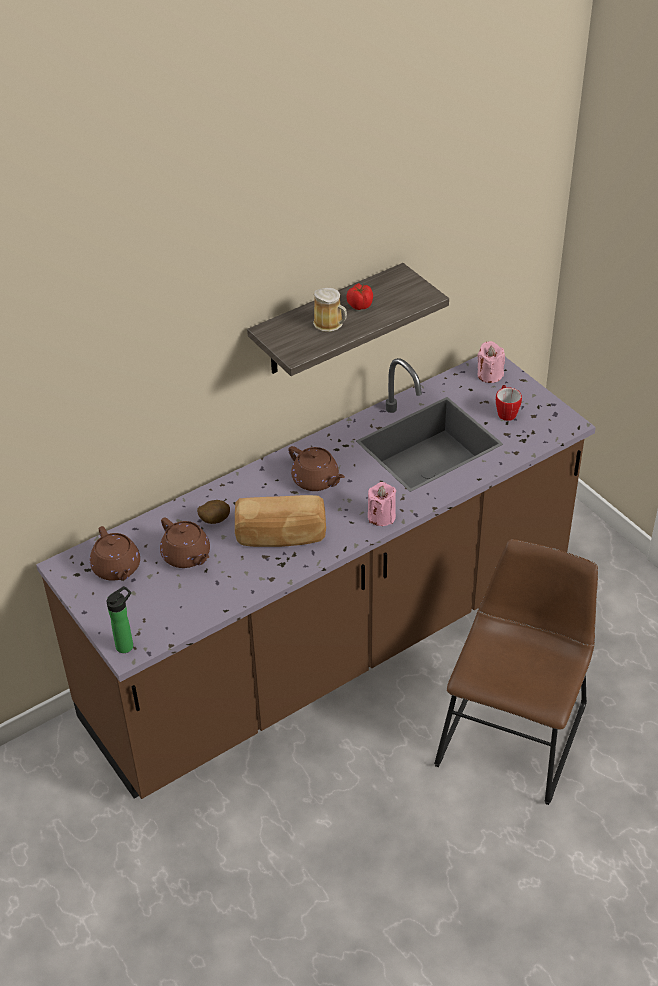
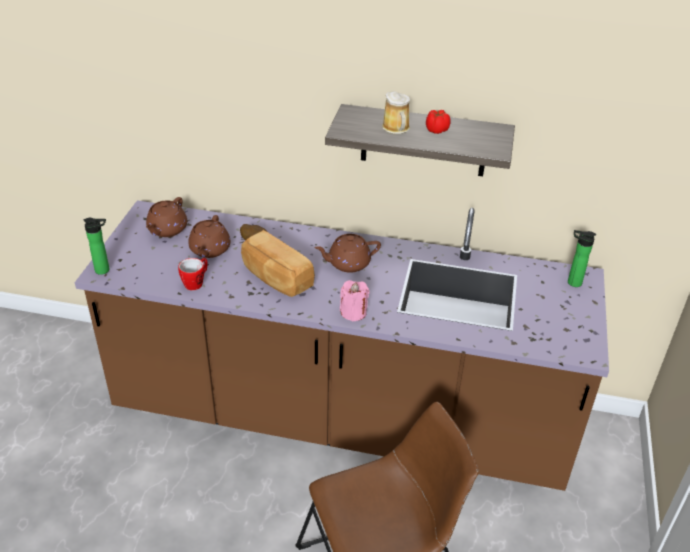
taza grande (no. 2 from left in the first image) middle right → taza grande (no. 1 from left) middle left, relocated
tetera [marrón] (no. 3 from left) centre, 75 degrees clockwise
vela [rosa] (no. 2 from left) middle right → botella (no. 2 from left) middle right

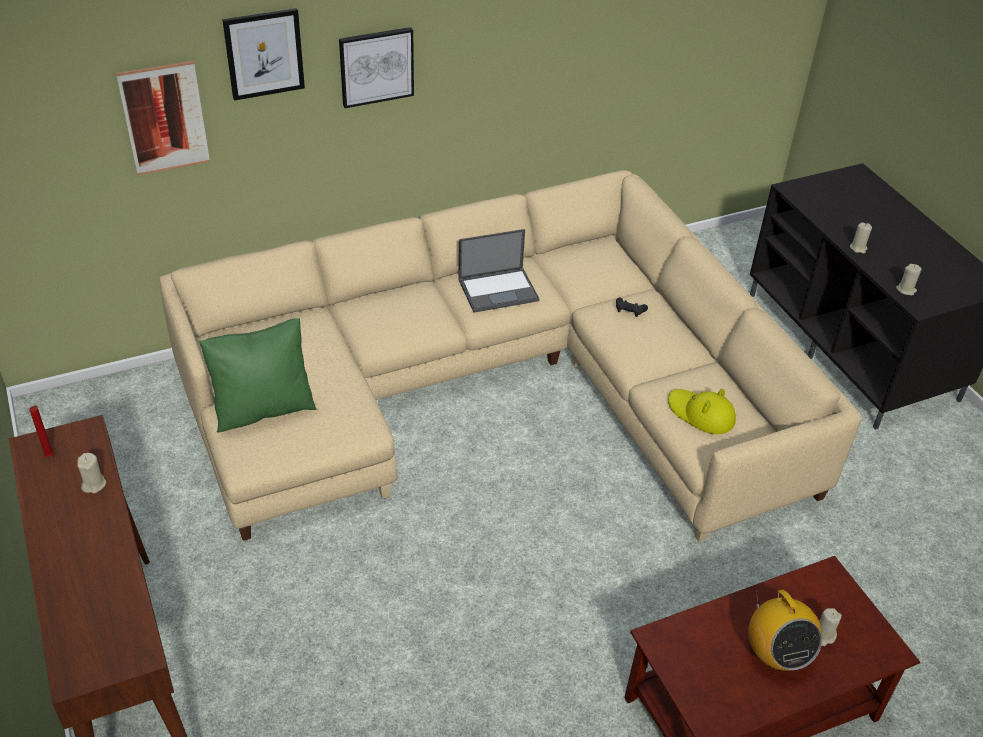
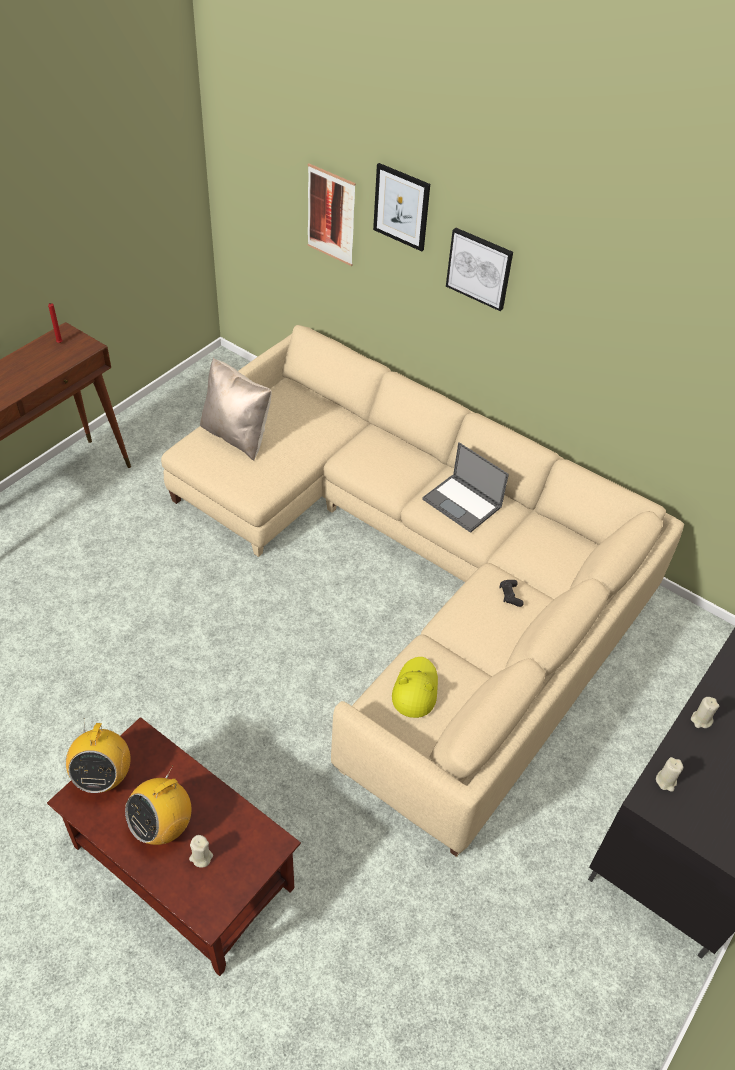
- → radio (no. 1 from left) bottom left
cojín [verde] middle left → cojín [beis] middle left
vela [beis] (no. 1 from left) middle left → -

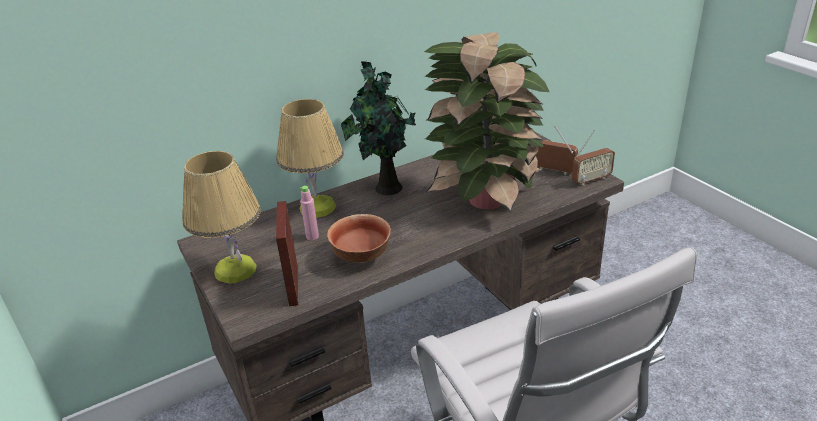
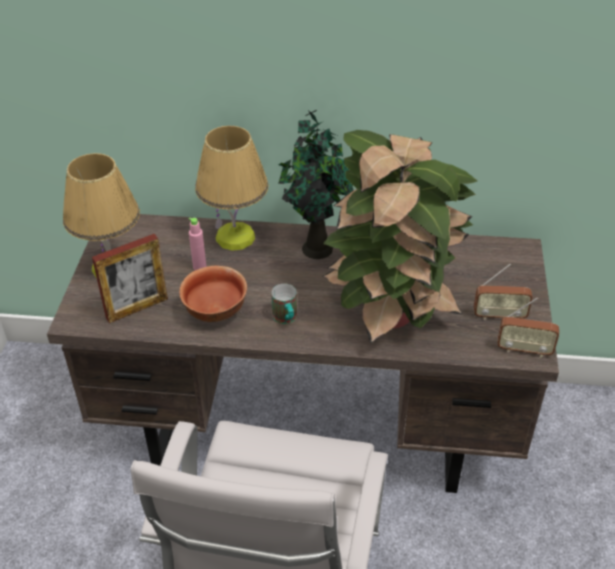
portarretratos centre → portarretratos middle left, 150 degrees counterclockwise
- → taza grande centre
radio (no. 1 from left) middle right, 120 degrees clockwise

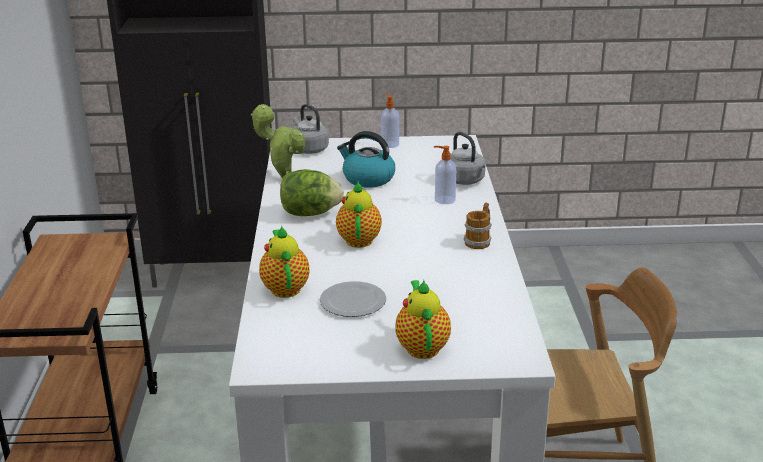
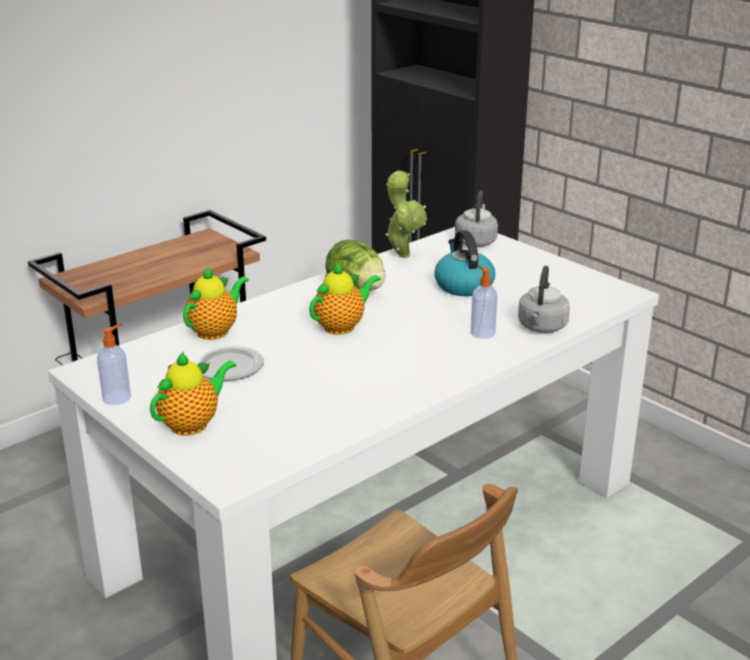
dispensador de jabón (no. 1 from left) top centre → dispensador de jabón (no. 1 from left) middle left, relocated
taza grande centre → -

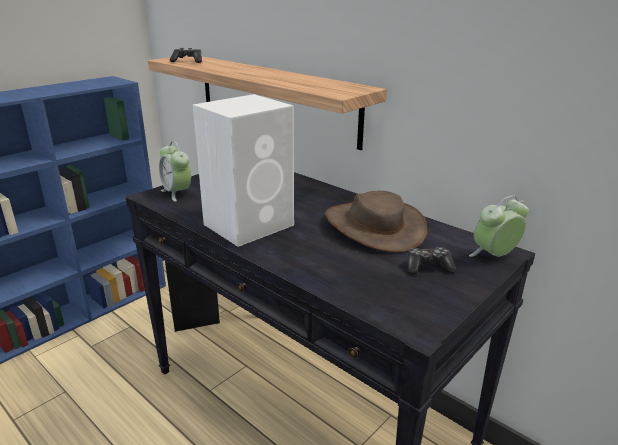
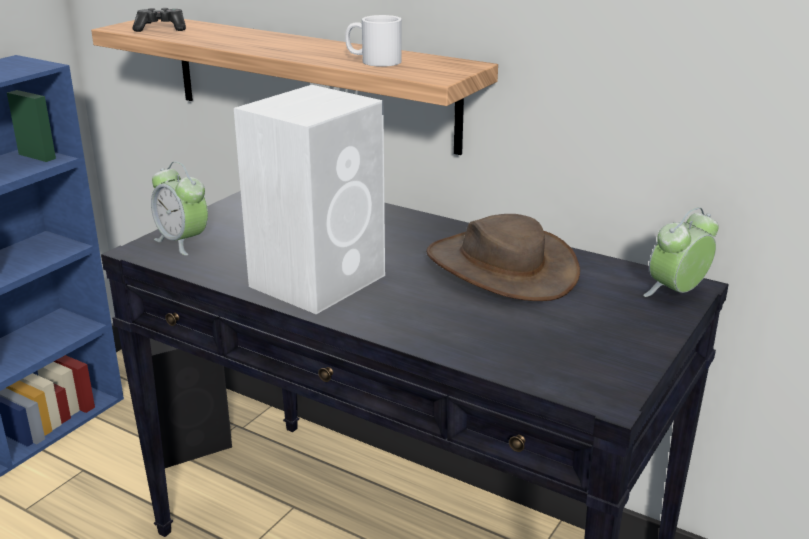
- → taza grande [blanco] top centre
mando de consola (no. 2 from left) middle right → -

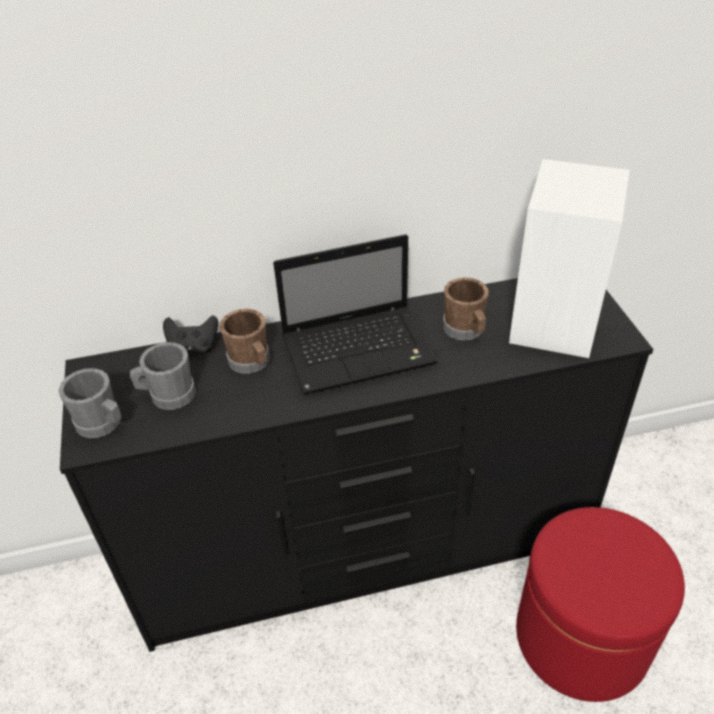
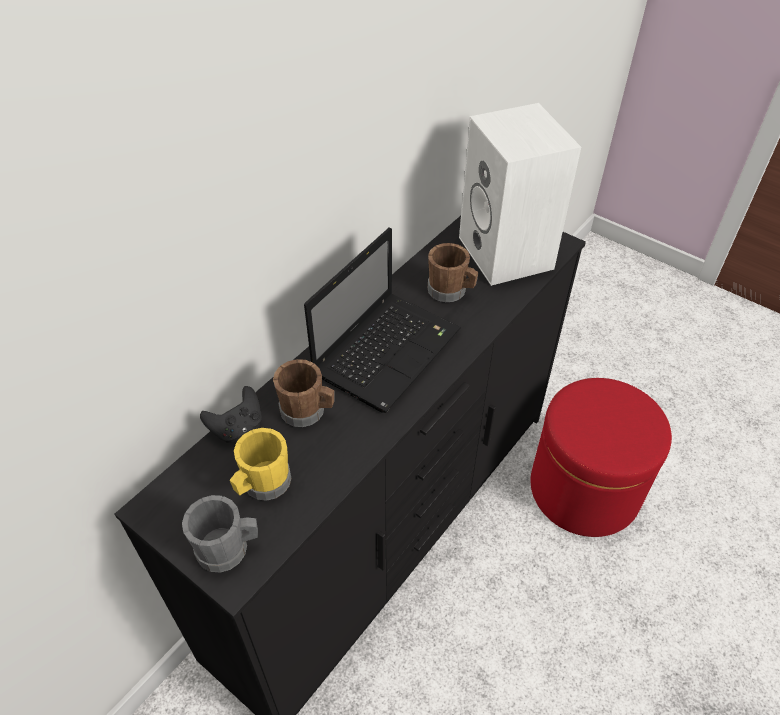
taza grande [gris] (no. 2 from left) middle left → taza grande [amarillo] centre

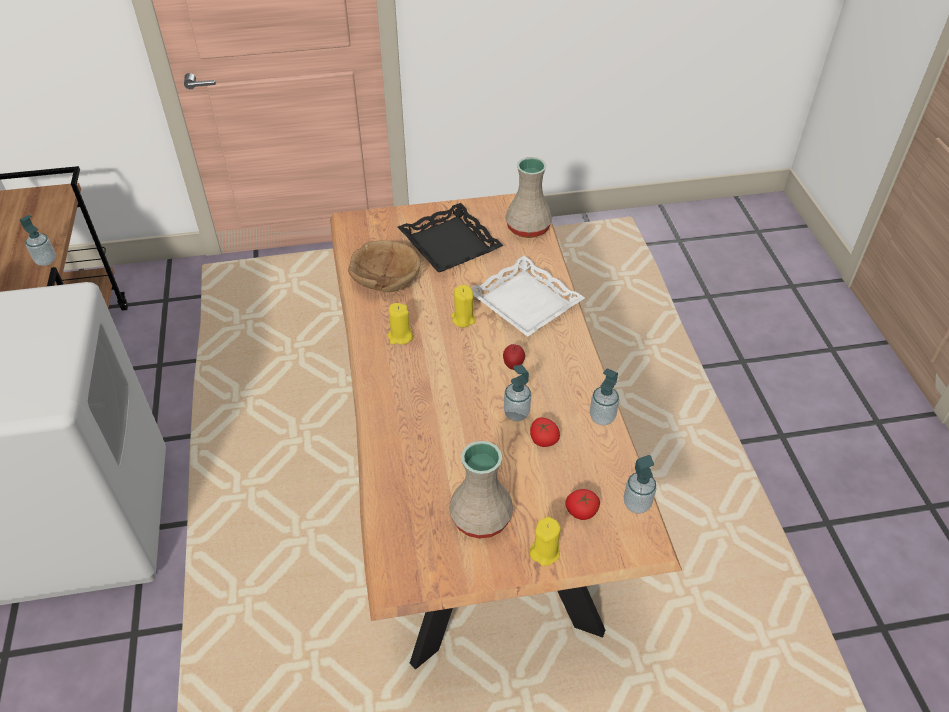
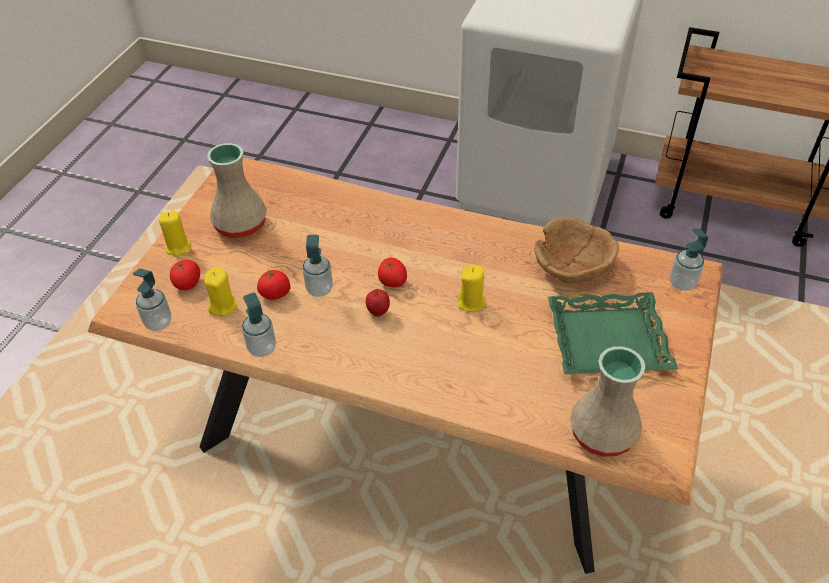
vela [amarillo] (no. 1 from left in the first image) centre → vela [amarillo] (no. 2 from left) middle left, relocated
- → tomate (no. 3 from left) centre
bandeja [negro] top centre → bandeja [verde] middle right
dispensador de jabón (no. 1 from left in the first image) middle left → dispensador de jabón (no. 4 from left) middle right, relocated
bandeja [blanco] centre → -

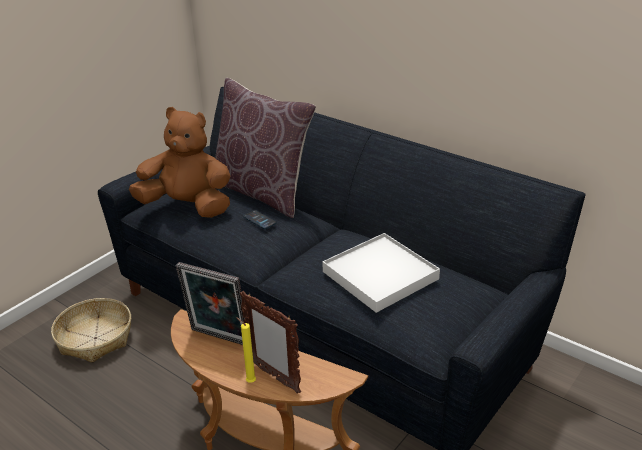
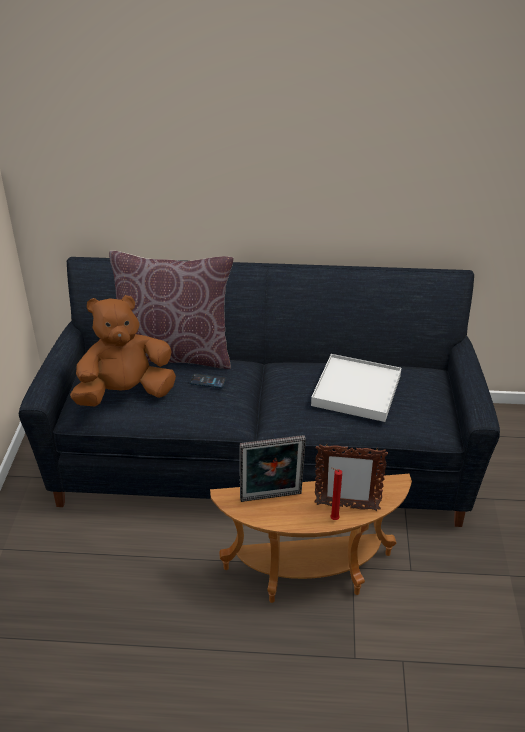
vela [amarillo] bottom centre → vela [rojo] bottom centre
cesta bottom left → -

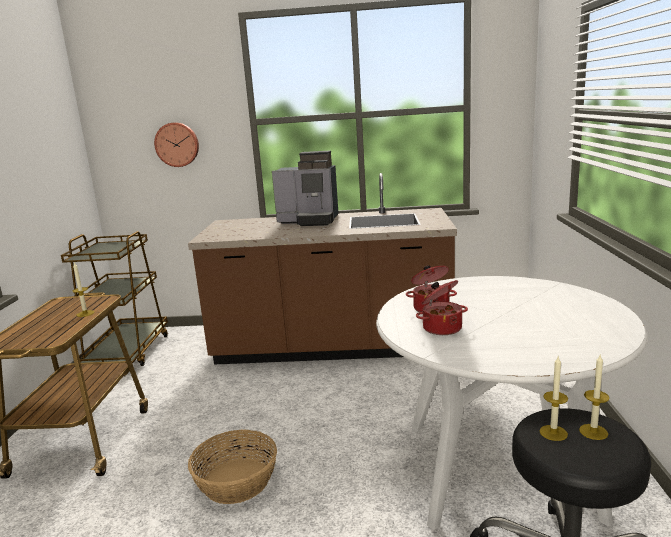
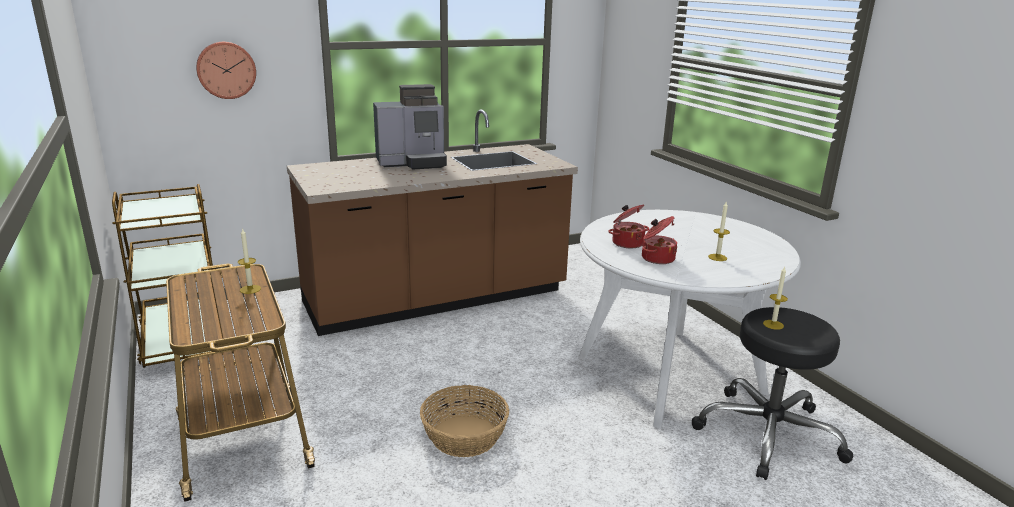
vela (no. 3 from left in the first image) bottom right → vela (no. 2 from left) middle right, relocated

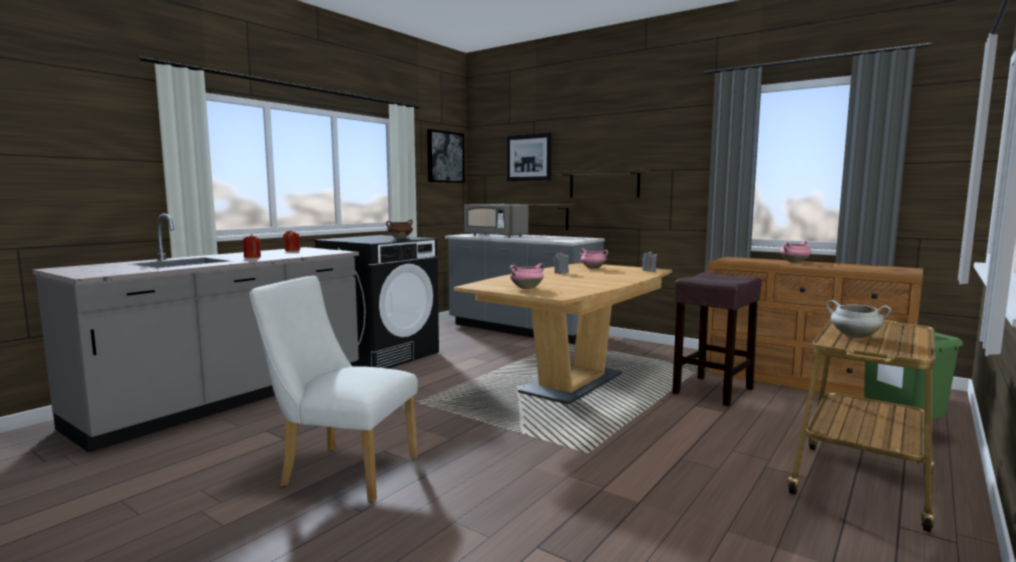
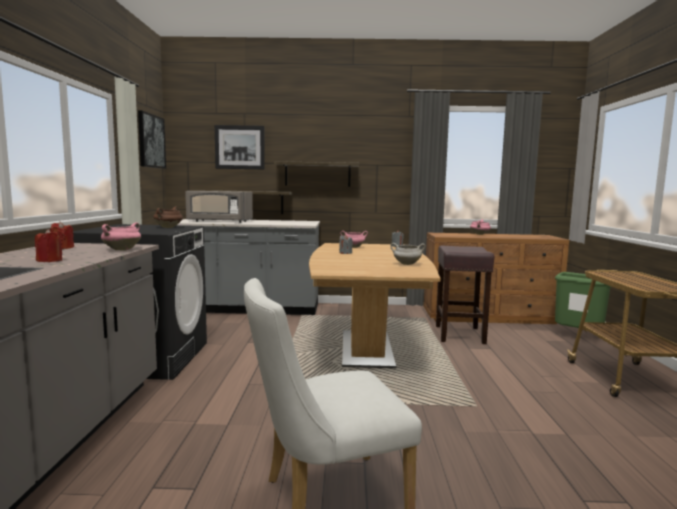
olla [rosa] (no. 1 from left) centre → olla [rosa] (no. 1 from left) middle left, relocated
olla [blanco] middle right → olla [blanco] centre, relocated

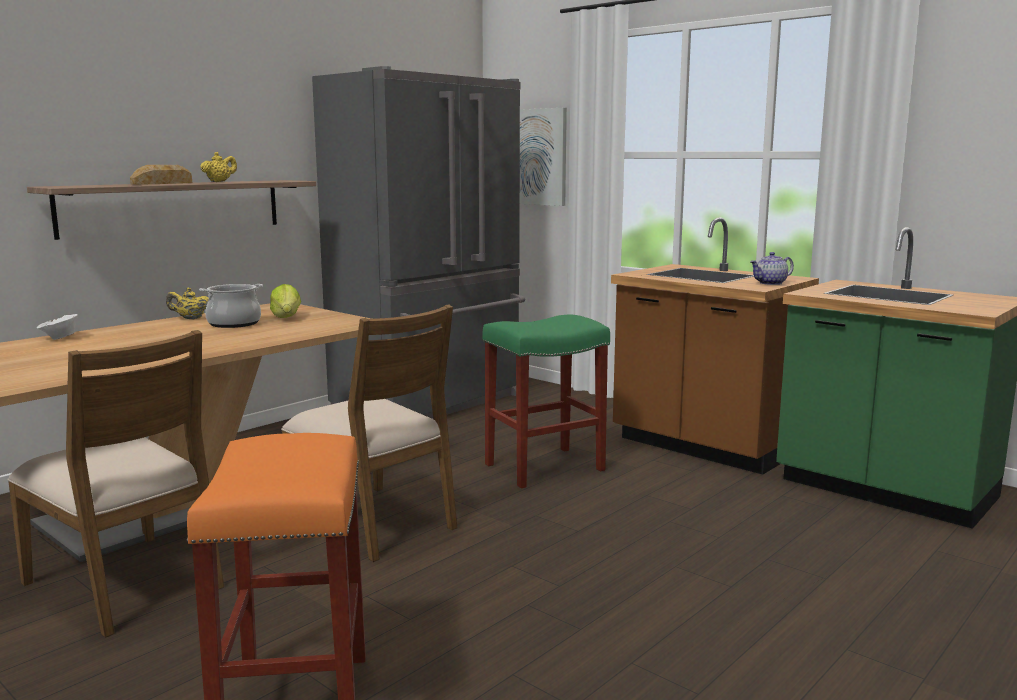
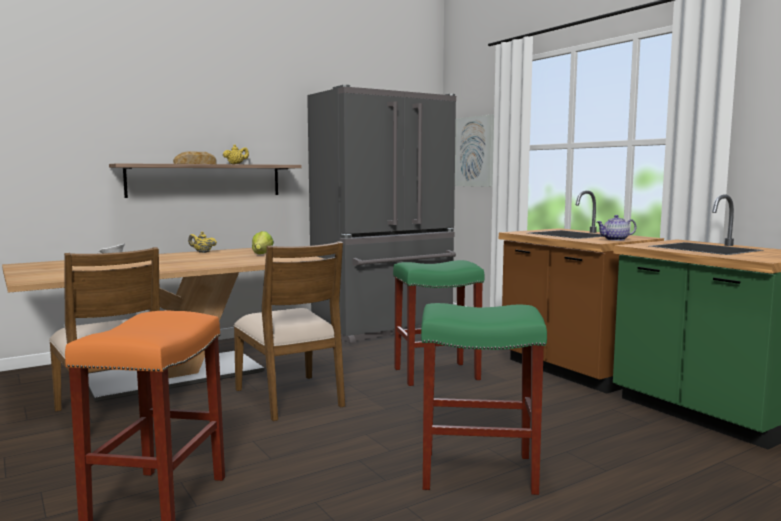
- → taburete [verde] (no. 2 from left) bottom centre
olla middle left → -

